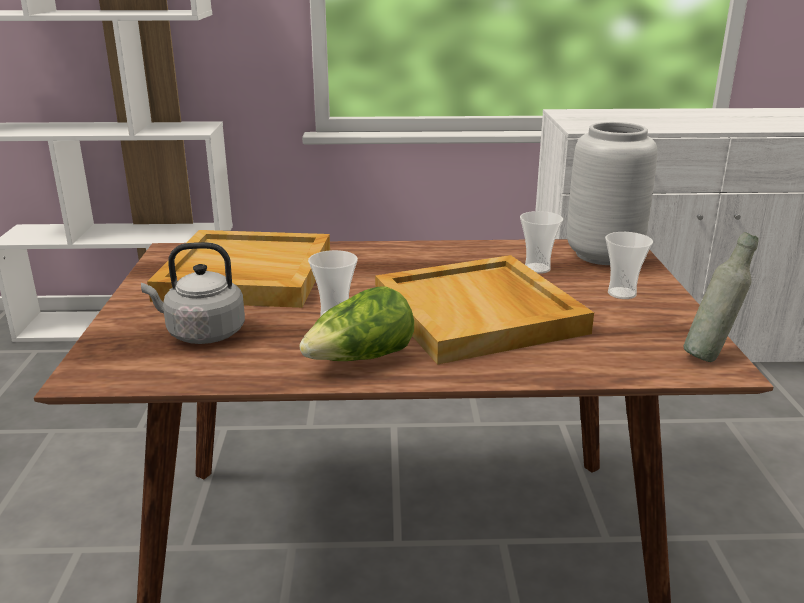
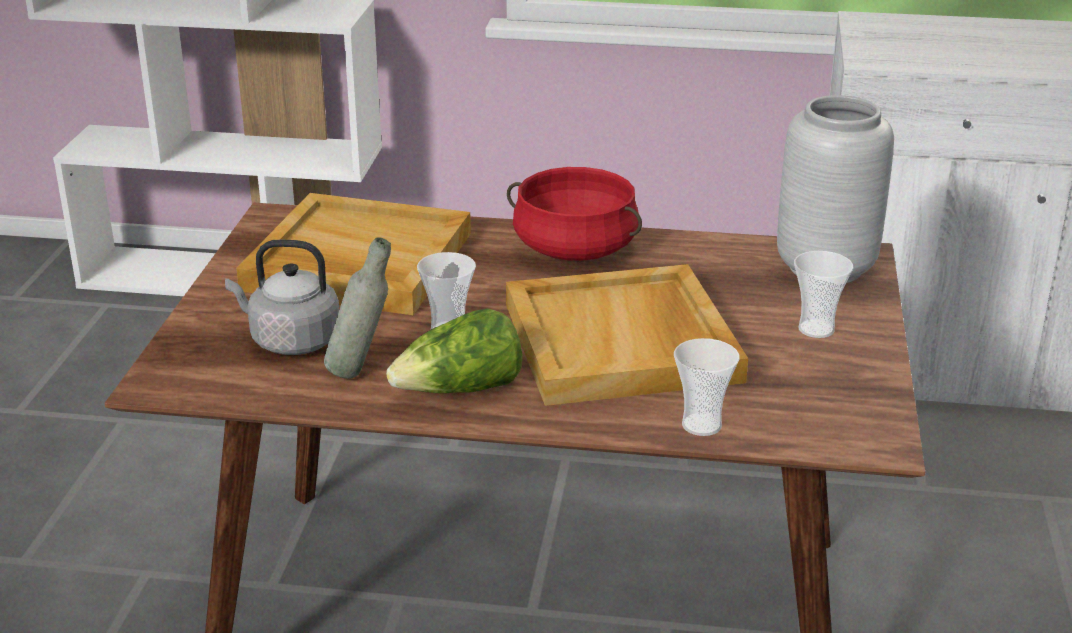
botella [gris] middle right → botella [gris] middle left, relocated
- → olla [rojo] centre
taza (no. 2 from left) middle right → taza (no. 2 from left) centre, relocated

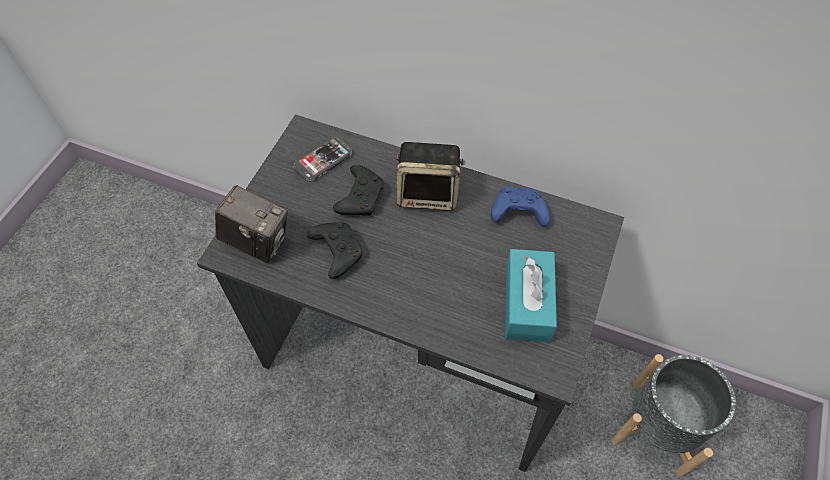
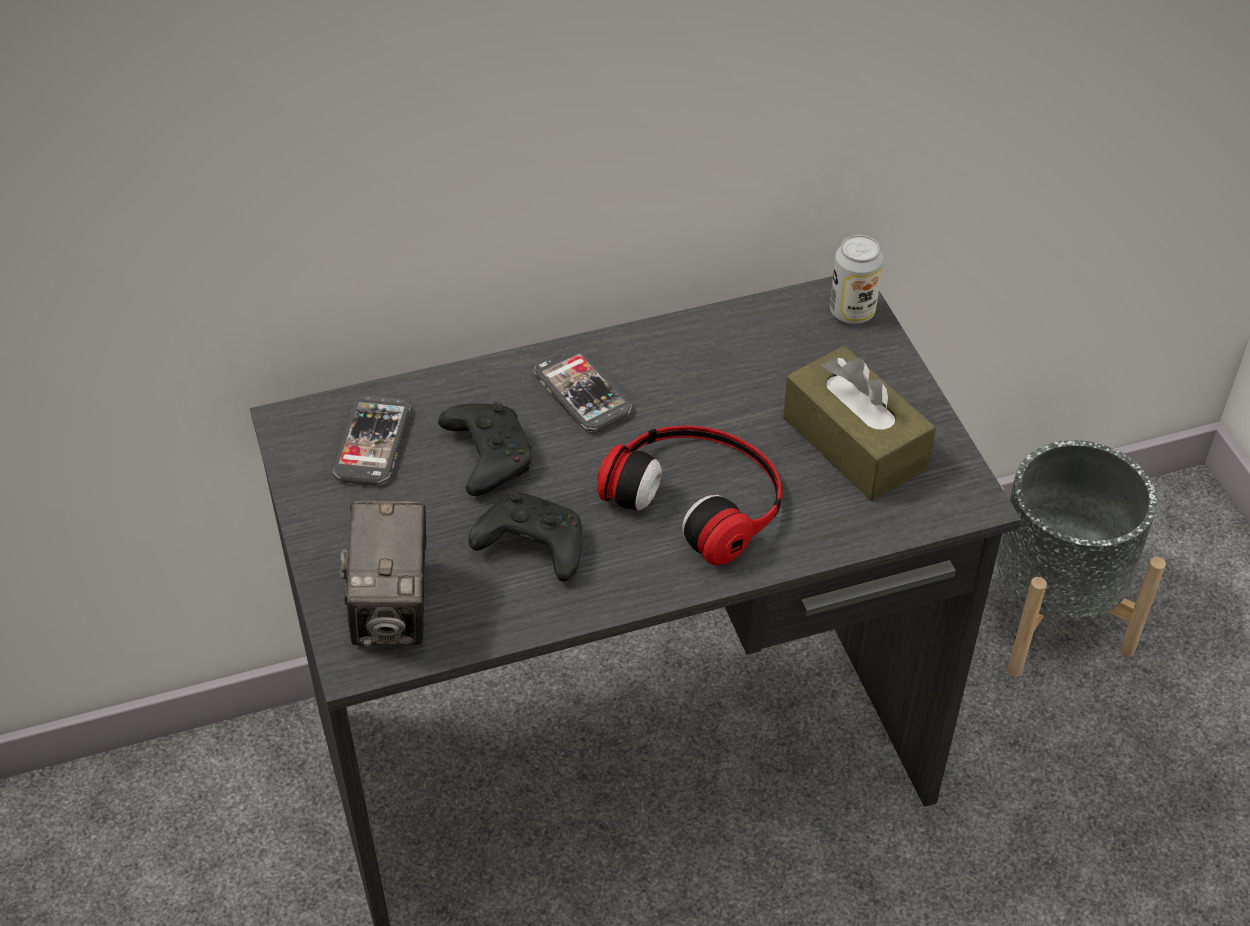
cámara middle left, 105 degrees clockwise
altavoz centre → móvil (no. 2 from left) centre
- → auriculares centre
caja de pañuelos [turquesa] centre → caja de pañuelos [marrón] middle right
- → lata top right
mando de consola [azul] centre → -

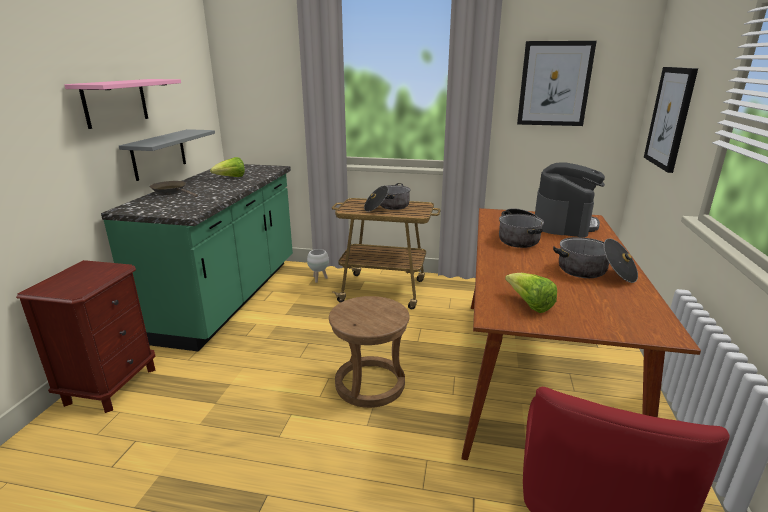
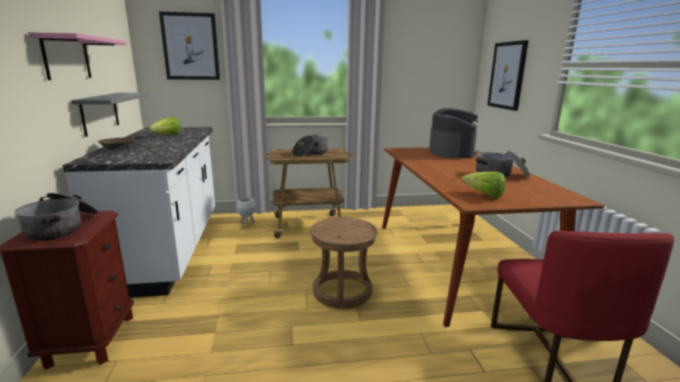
olla (no. 2 from left in the first image) middle right → olla (no. 1 from left) middle left, relocated
mueble bajo de cocina [verde] middle left → mueble bajo de cocina [blanco] middle left
cuadro (no. 1 from left) top right → cuadro (no. 1 from left) top left, relocated

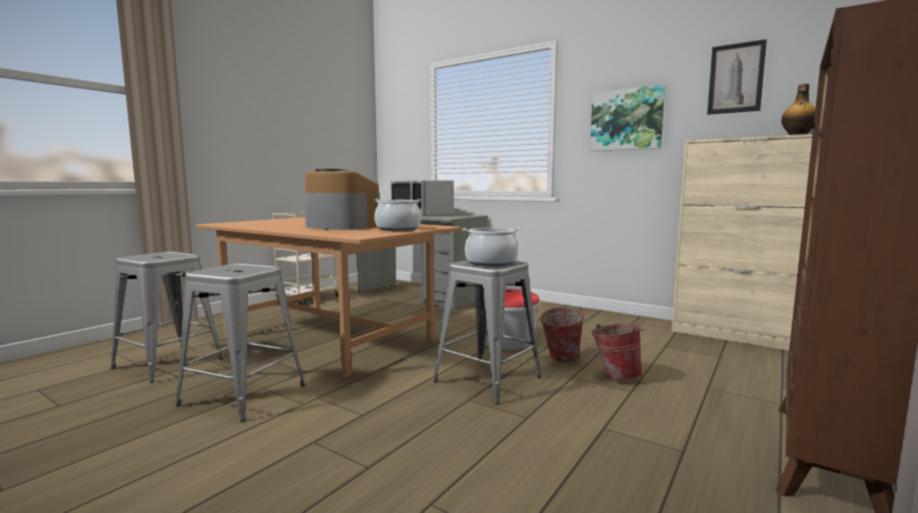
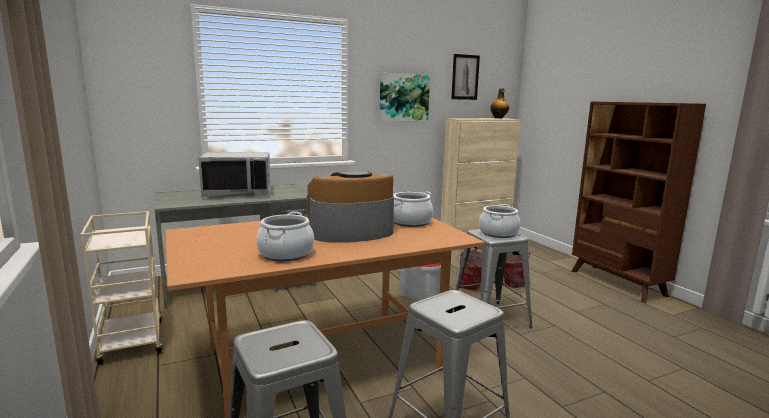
- → olla (no. 1 from left) centre

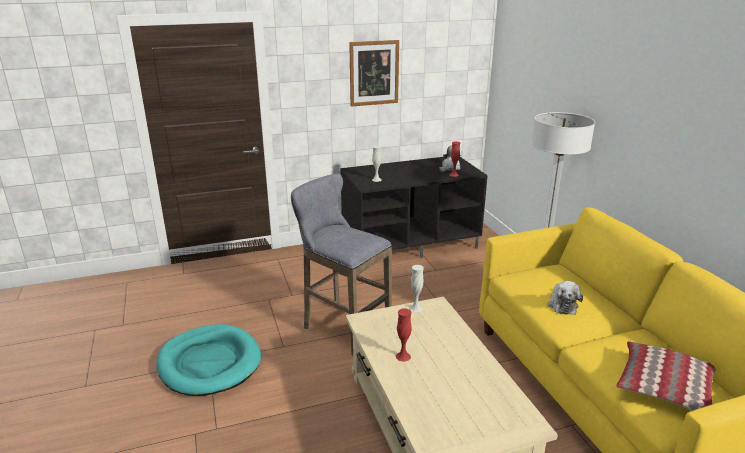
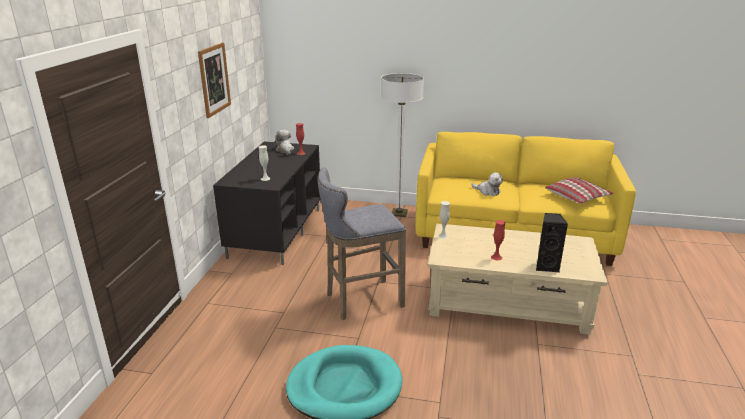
- → altavoz [negro] middle right

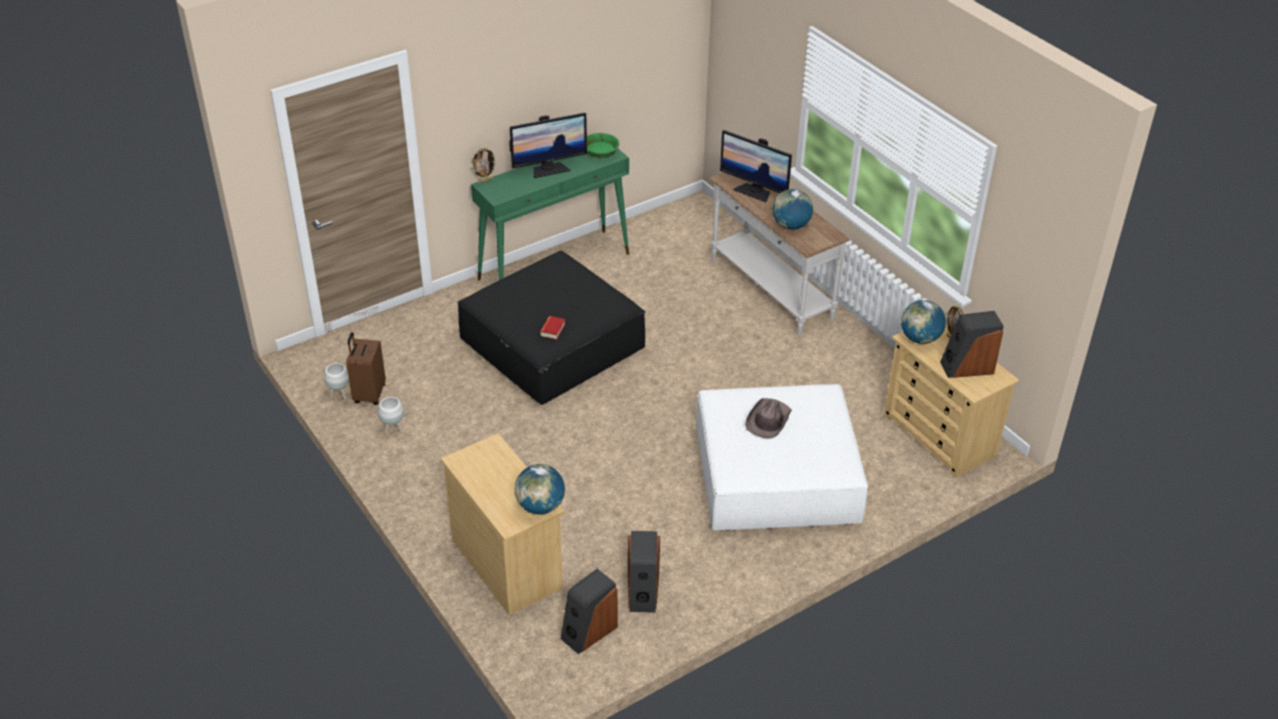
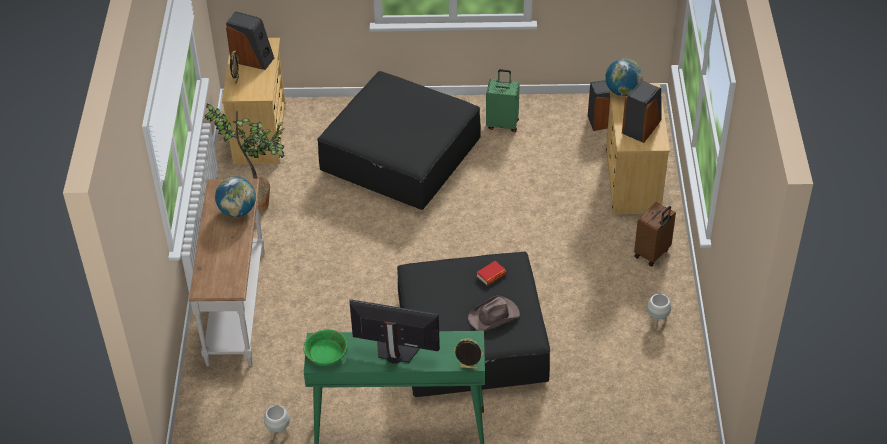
- → planta en maceta middle left
maceta [blanco] (no. 1 from left) middle left → maceta [blanco] (no. 1 from left) bottom left, relocated
puf [blanco] centre → puf [negro] (no. 1 from left) top centre
sombrero [marrón] centre → sombrero [marrón] bottom centre, relocated
- → maleta [verde] top centre
altavoz (no. 2 from left in the first image) bottom centre → altavoz (no. 3 from left) top right, relocated
maleta [marrón] middle left → maleta [marrón] middle right, relocated
monitor (no. 2 from left) top centre → -
globo terráqueo (no. 3 from left) middle right → -

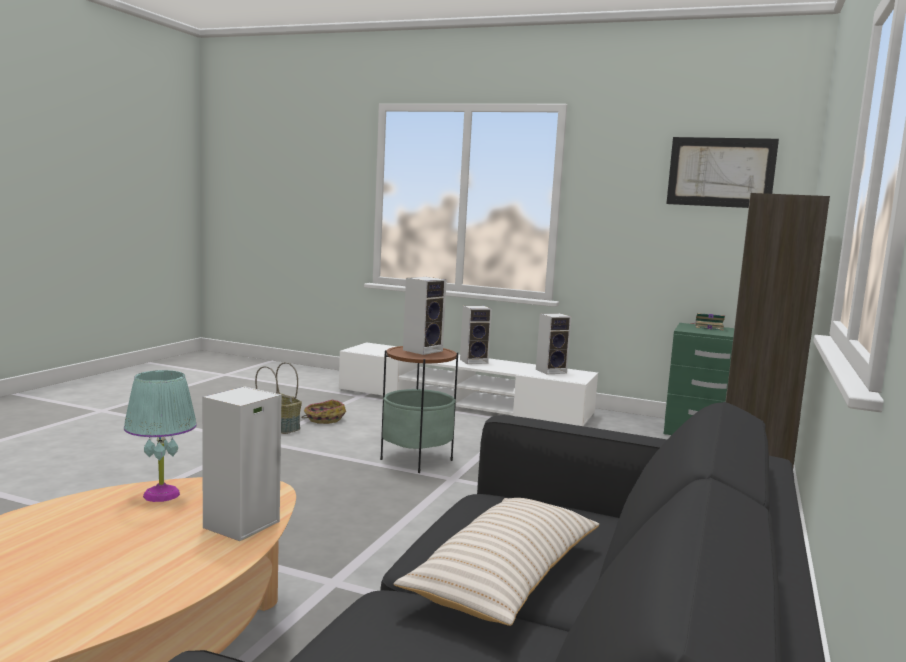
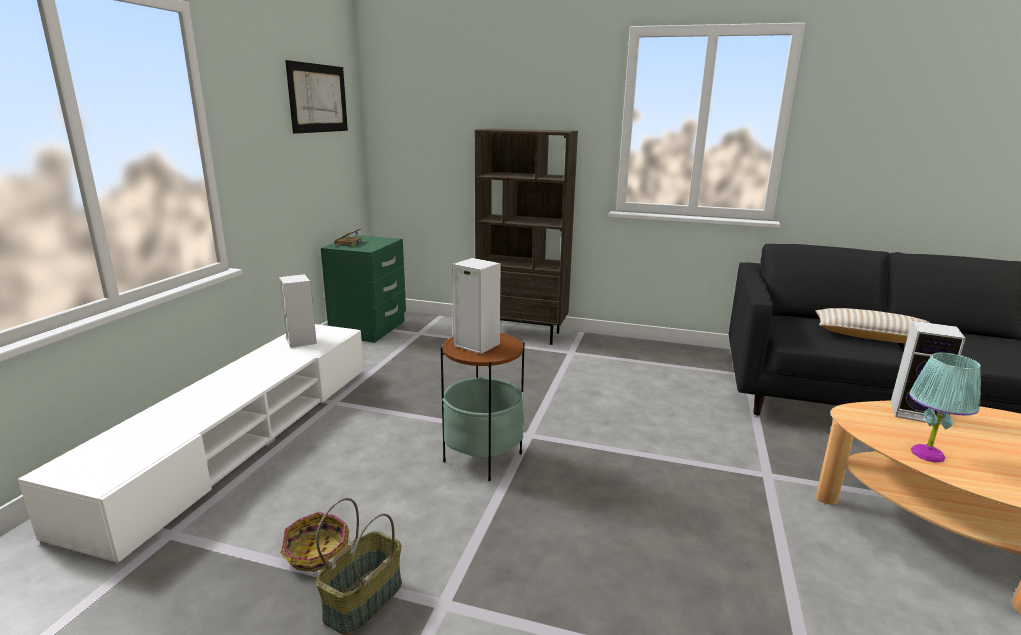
altavoz (no. 3 from left) centre → -

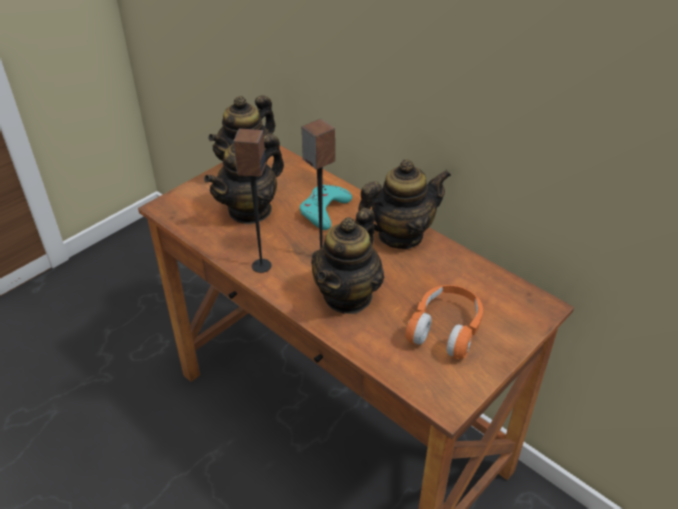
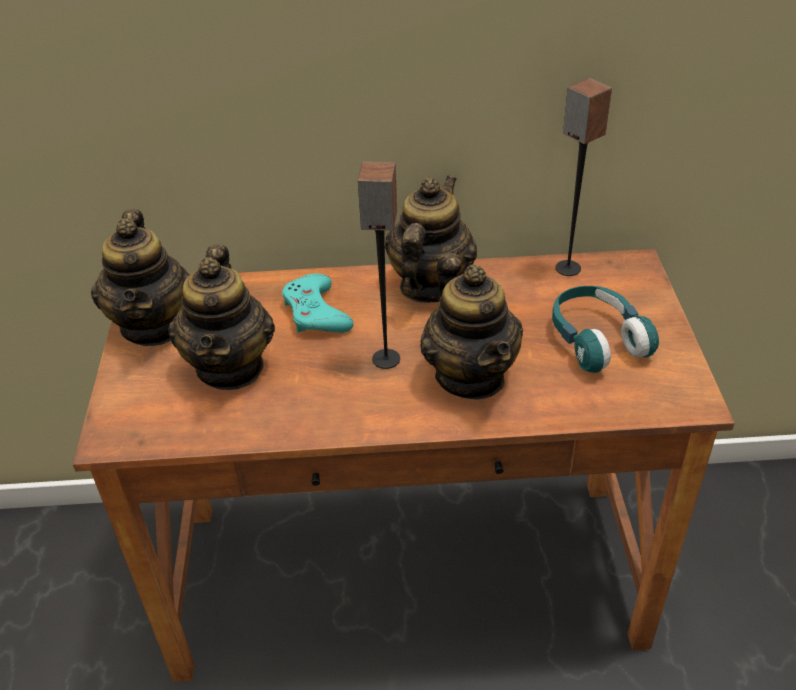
auriculares [naranja] centre → auriculares [turquesa] middle right
altavoz (no. 1 from left in the first image) centre → altavoz (no. 2 from left) top right, relocated

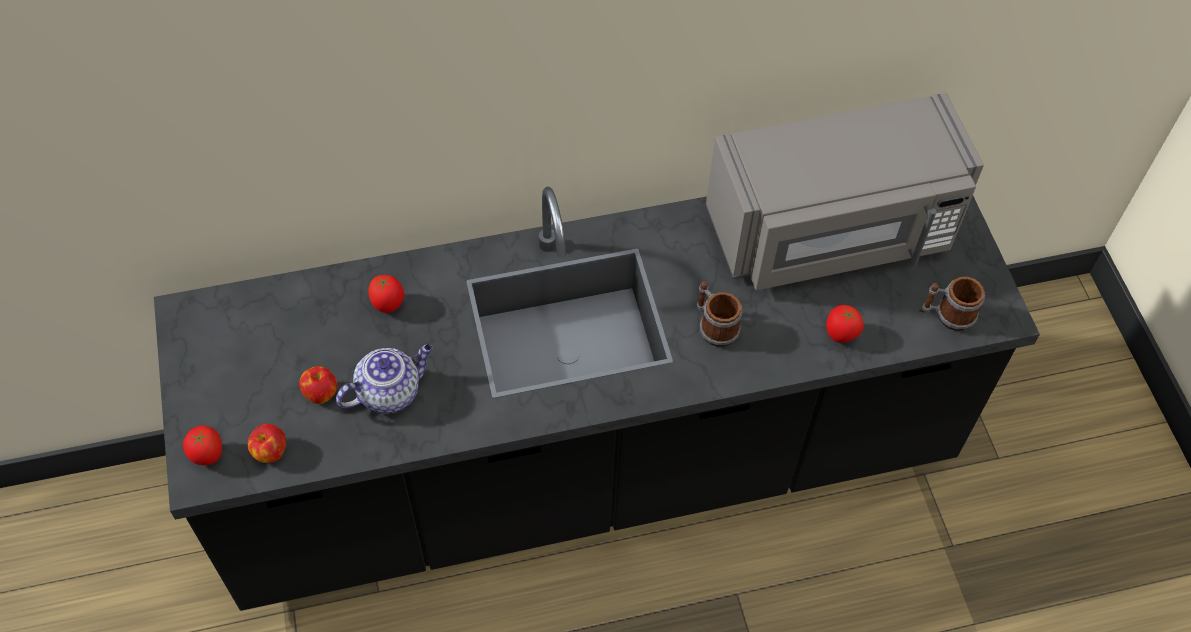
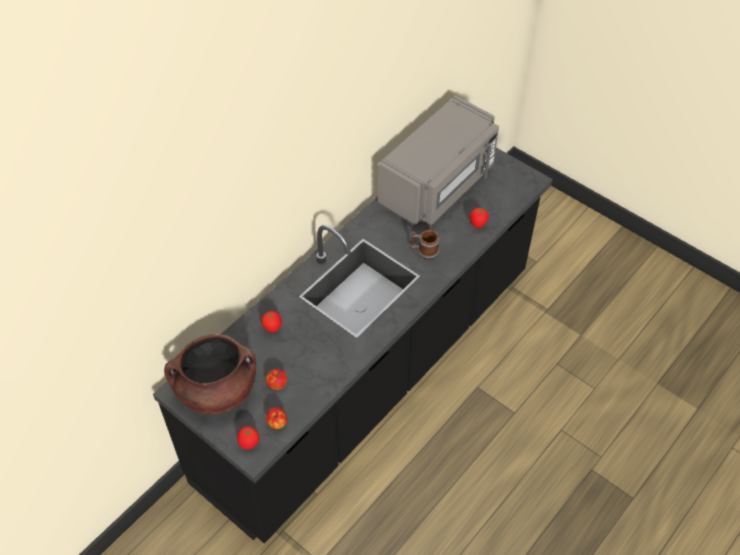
- → olla [marrón] bottom left
tetera middle left → -
taza grande (no. 2 from left) middle right → -

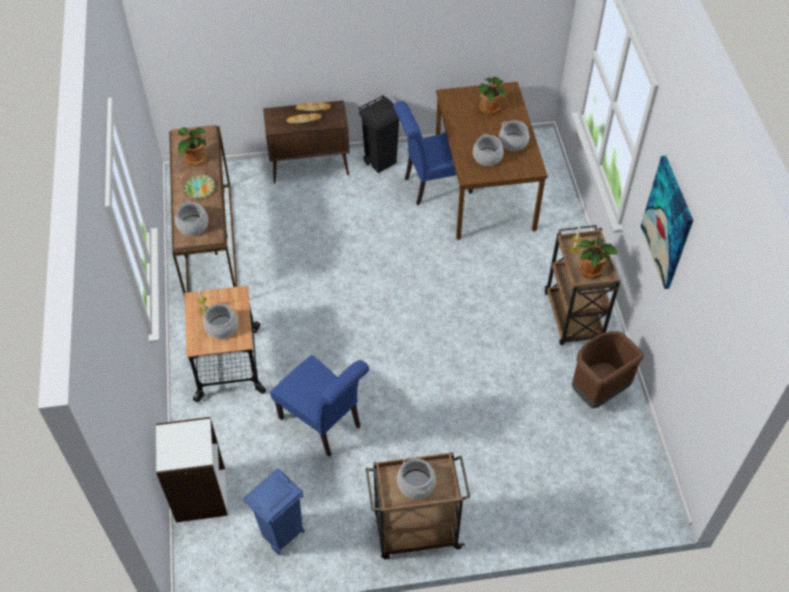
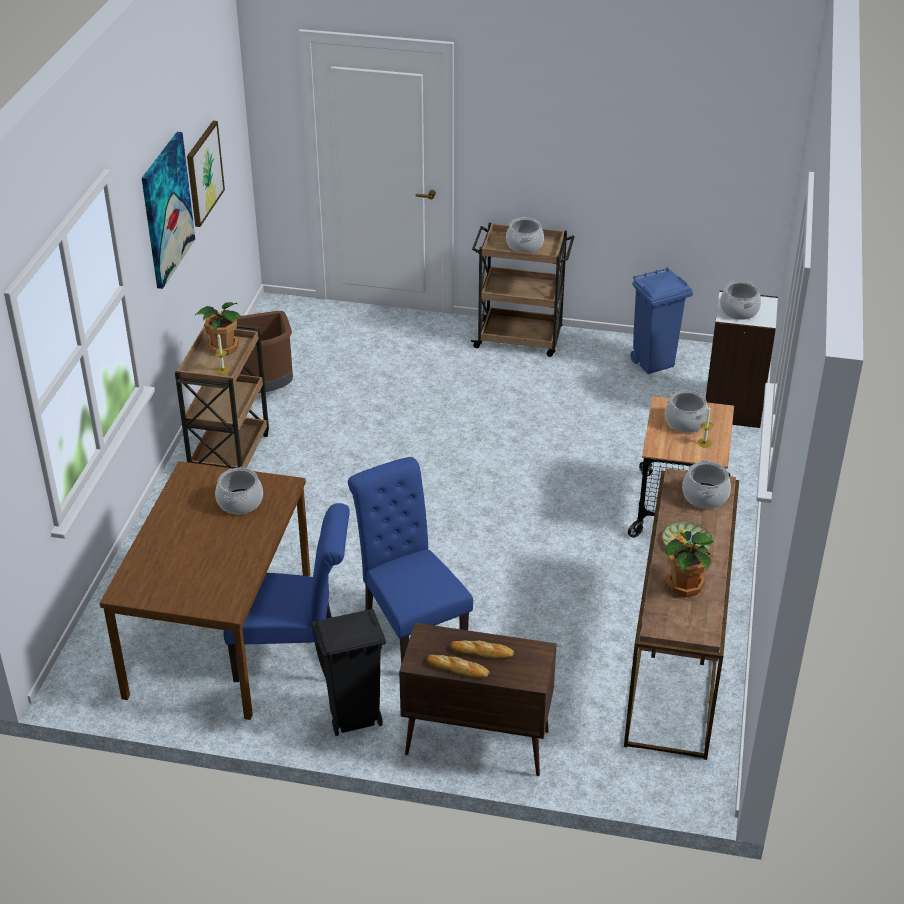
- → cuadro (no. 2 from left) top left
silla [azul] (no. 1 from left in the first image) bottom centre → silla [azul] (no. 2 from left) centre, relocated
olla (no. 5 from left) top centre → olla (no. 5 from left) top right, relocated
planta en maceta (no. 2 from left) top centre → -

